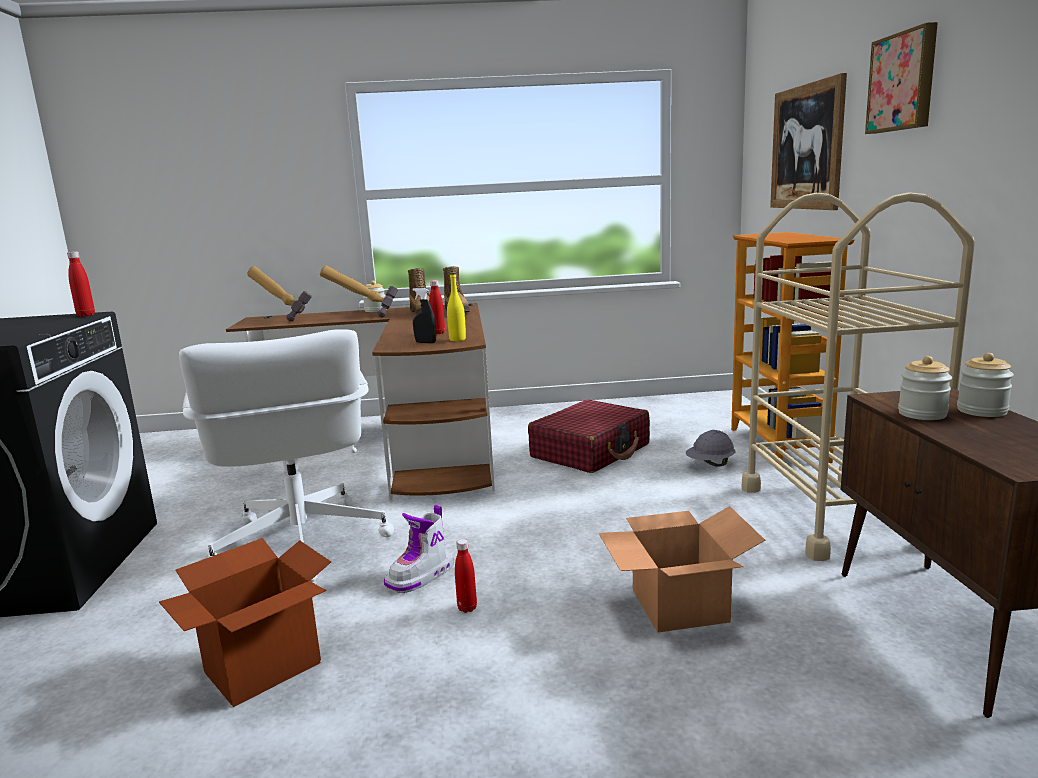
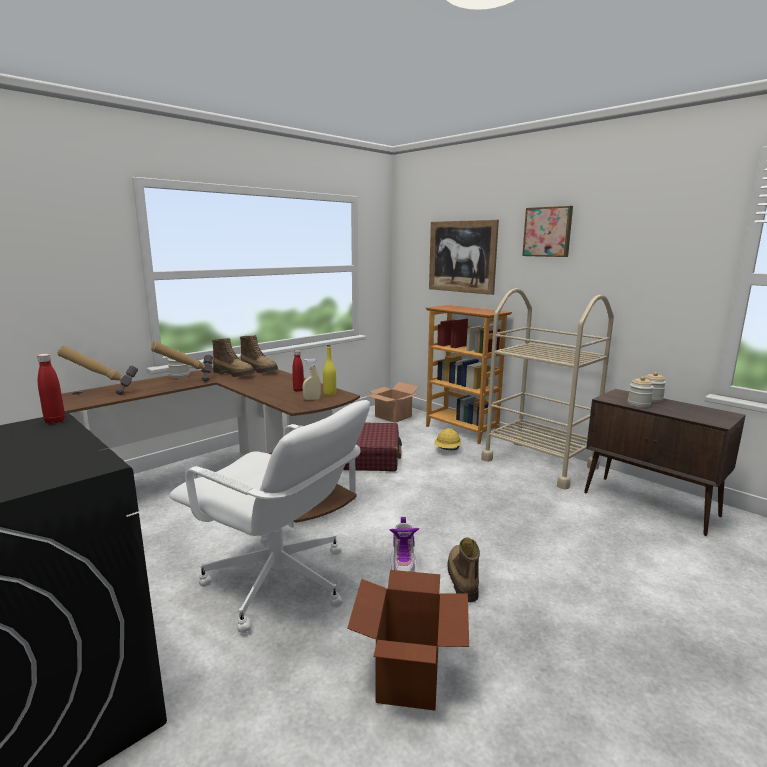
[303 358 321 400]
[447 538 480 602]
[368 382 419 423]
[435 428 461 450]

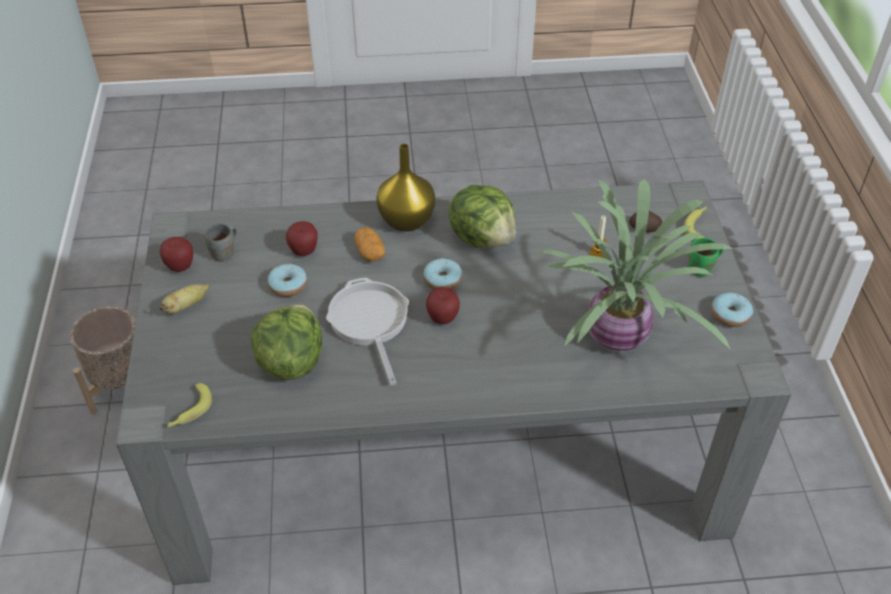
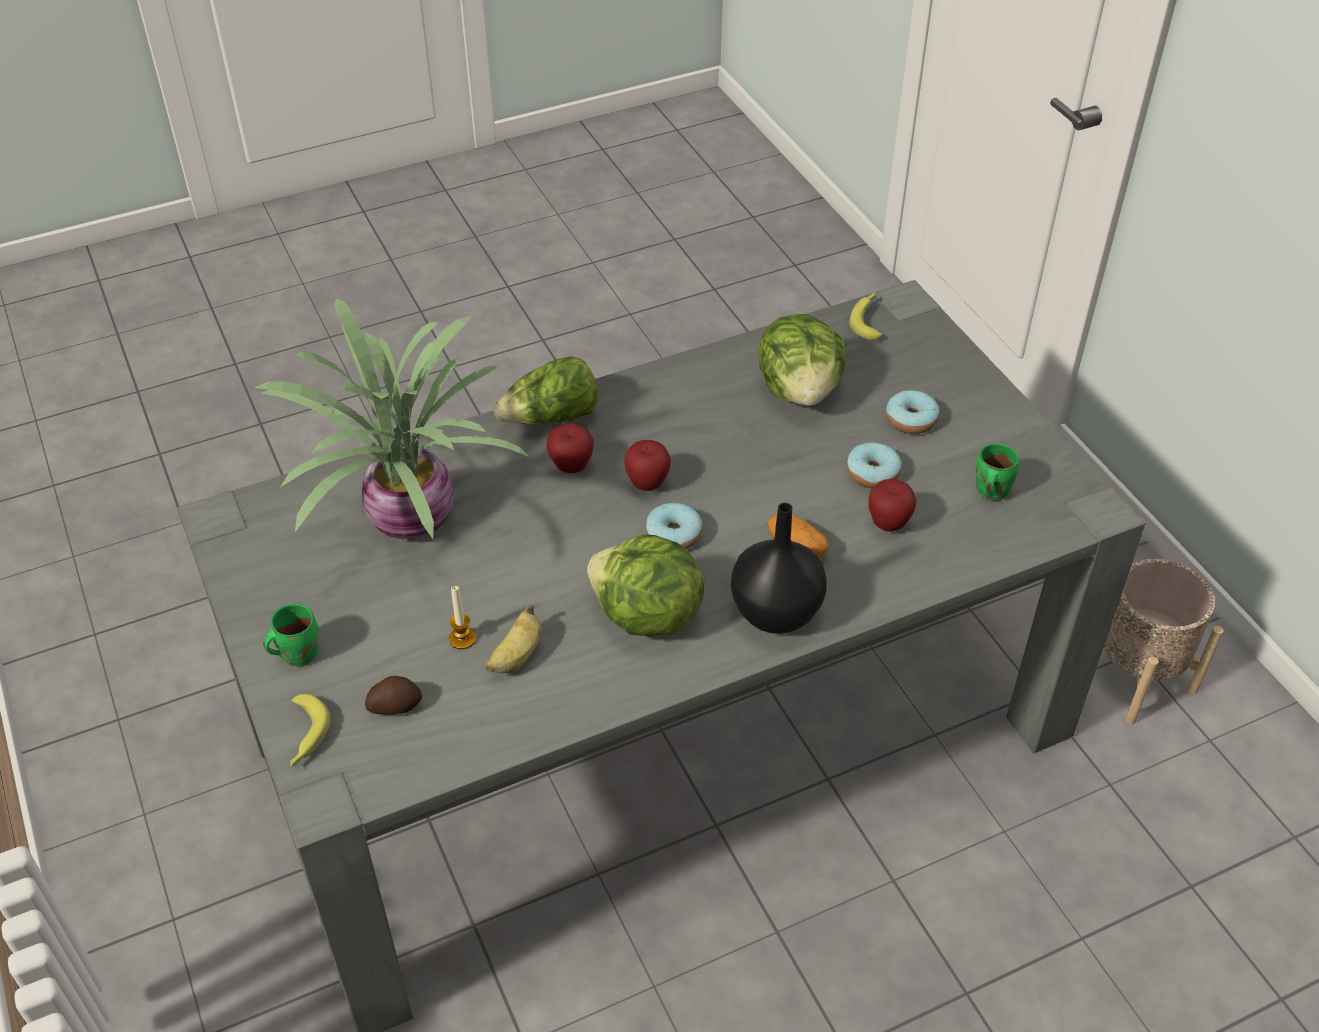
[546 423 594 473]
[485 604 541 673]
[976 443 1019 501]
[326 277 409 385] (first image)
[731 503 827 634]
[886 390 939 434]
[493 356 598 425]

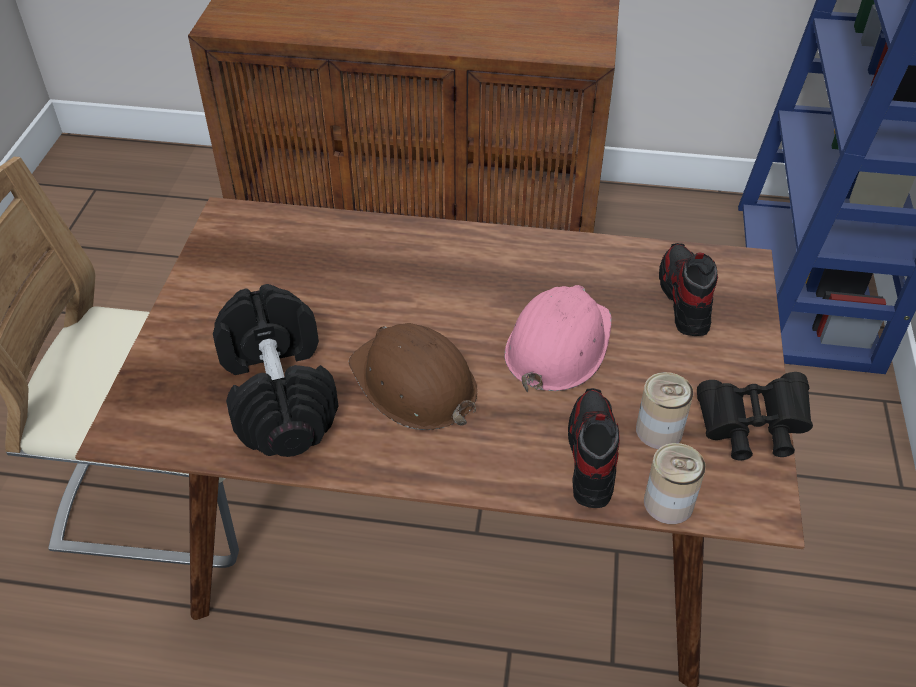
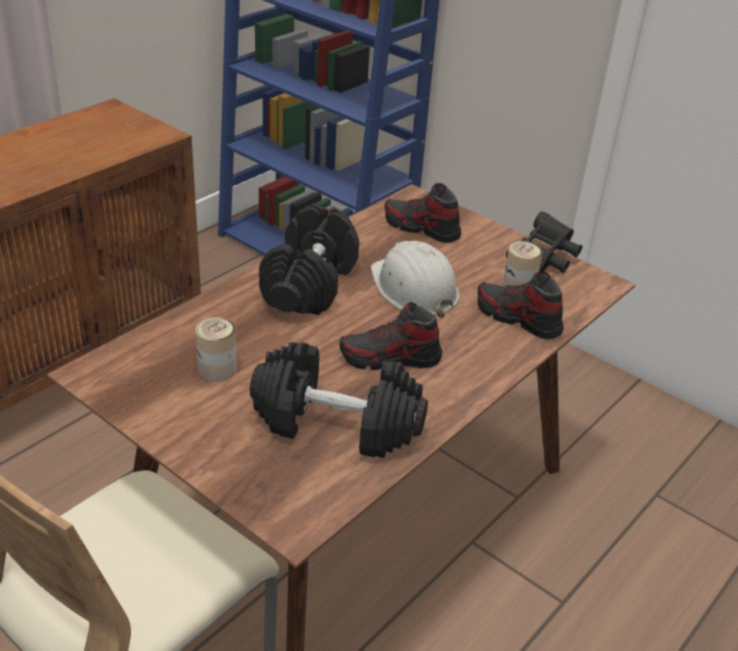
[339 302 442 370]
[371 241 460 318]
[196 317 237 382]
[259 204 359 315]

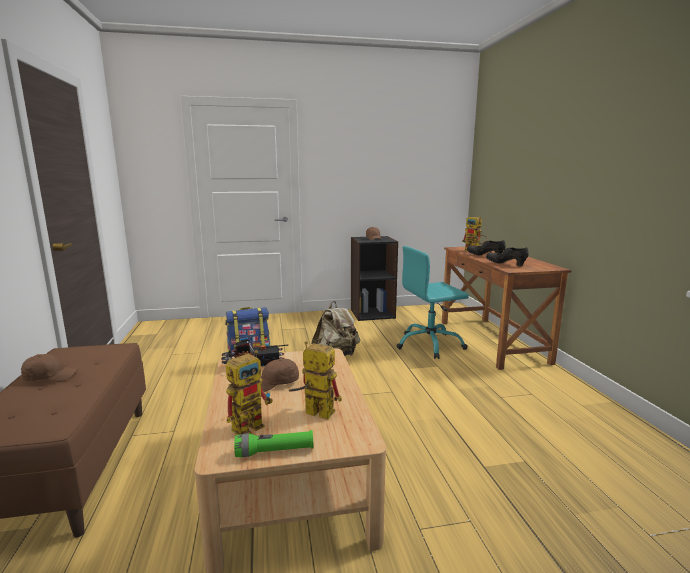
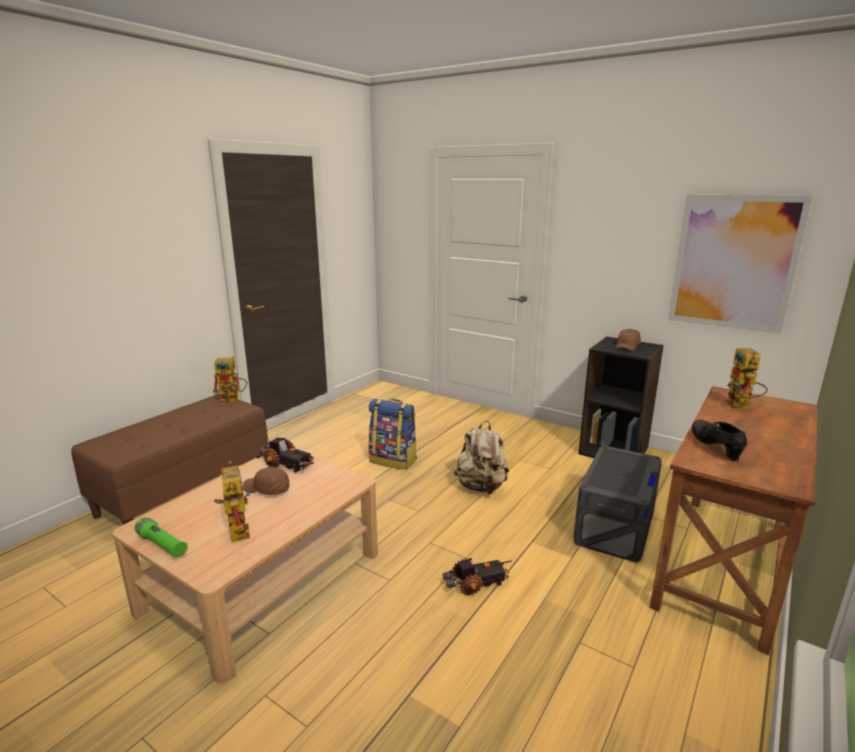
[21 354 78 382] (first image)
[213 357 247 404]
[574 445 662 563]
[467 240 506 255] (first image)
[442 558 512 596]
[668 194 813 334]

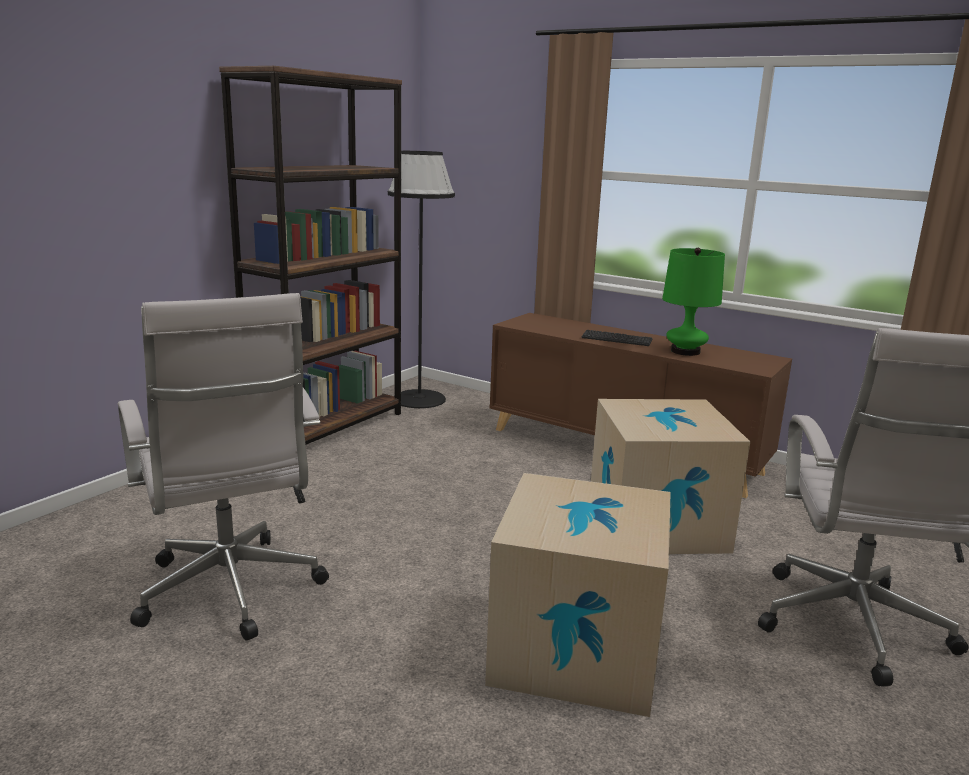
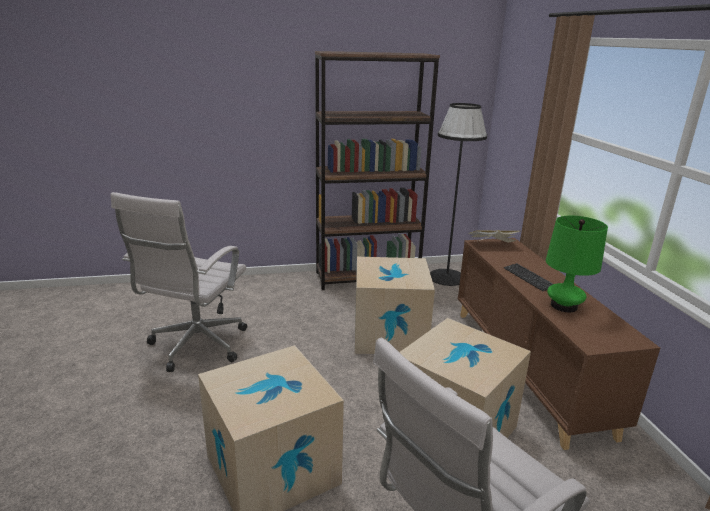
[355 257 435 354]
[468 230 520 243]

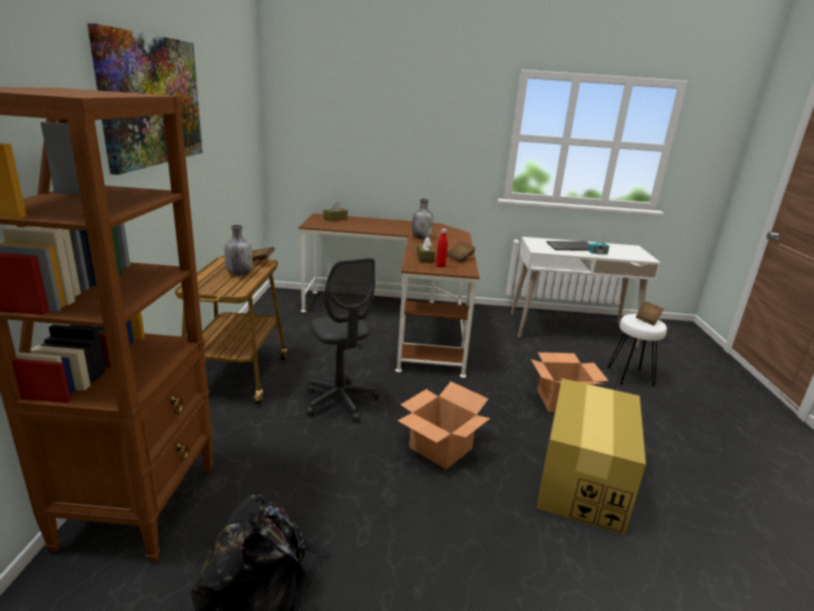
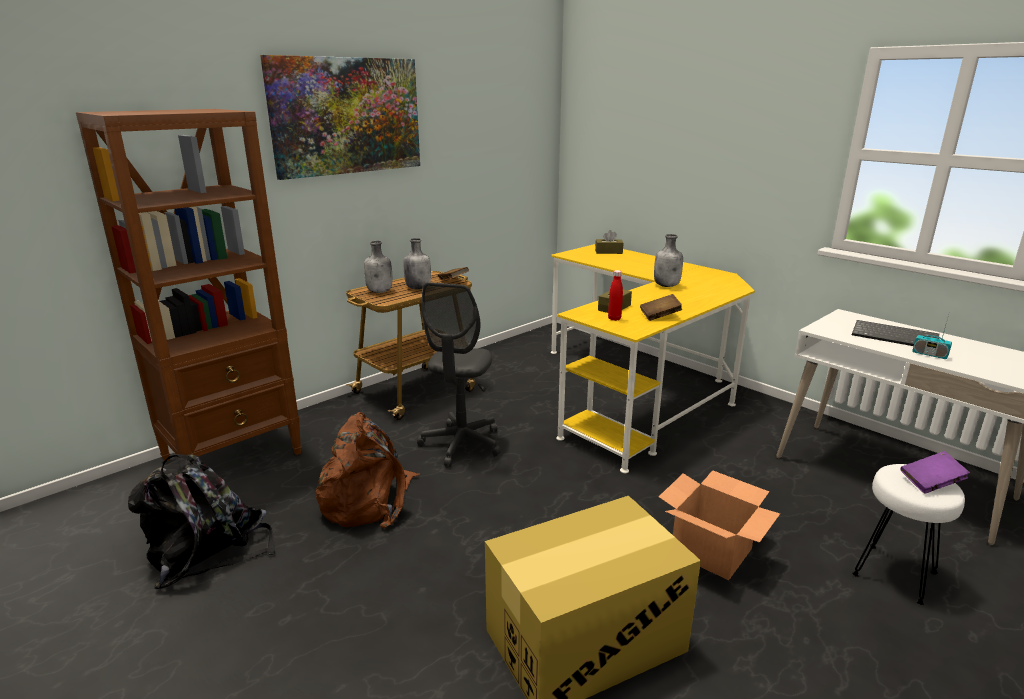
[551 244 755 473]
[398 382 490 469] (first image)
[901 451 970 494]
[316 412 420 529]
[364 241 392 293]

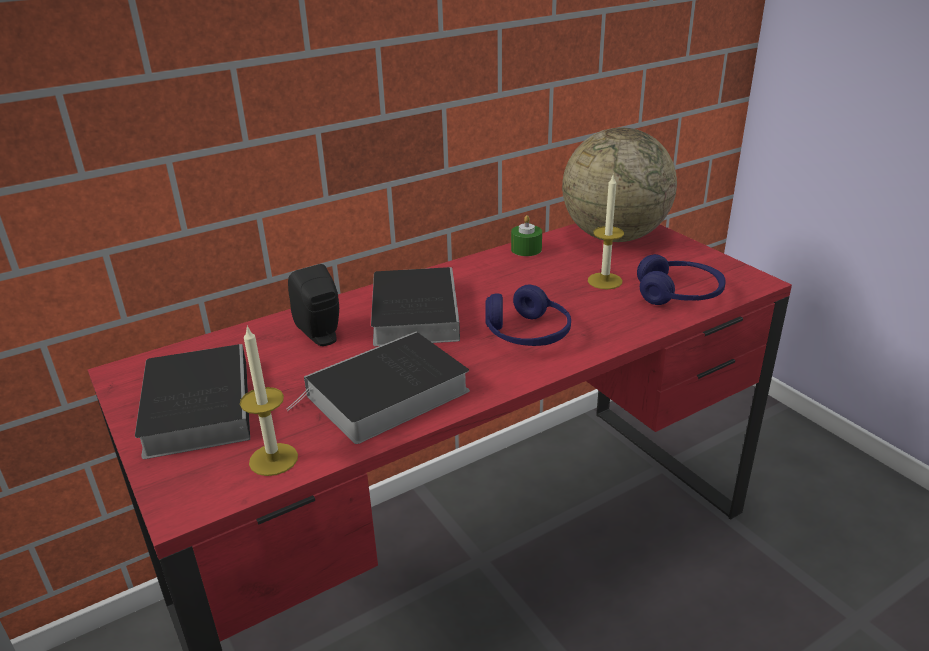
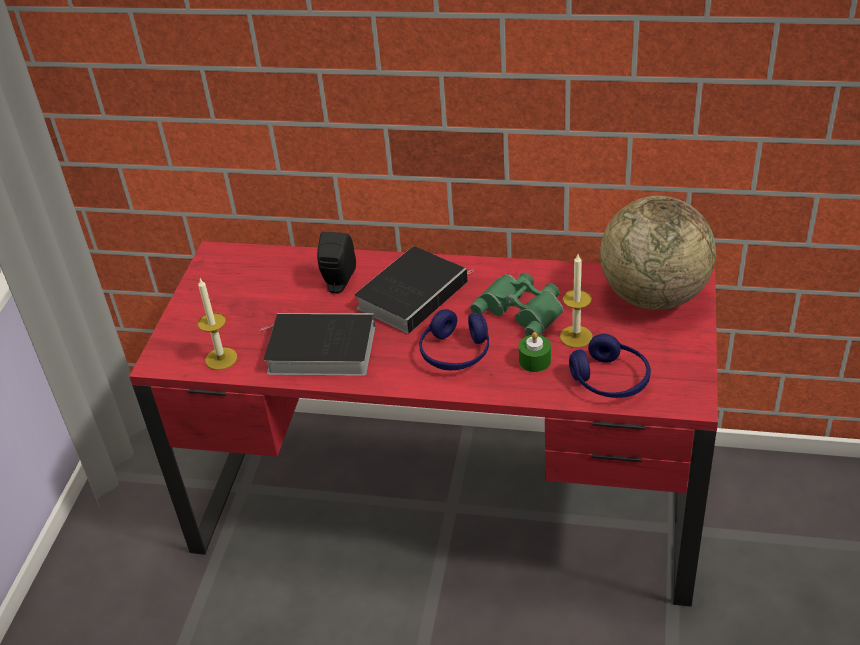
[135 344 250 459] (first image)
[519 332 551 372]
[470 273 563 336]

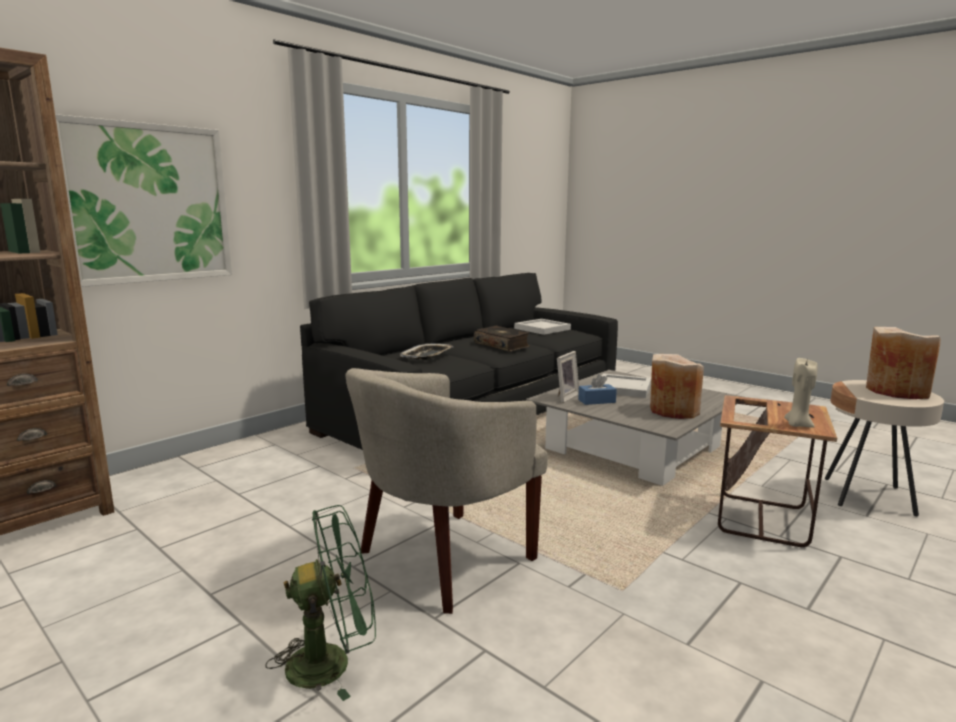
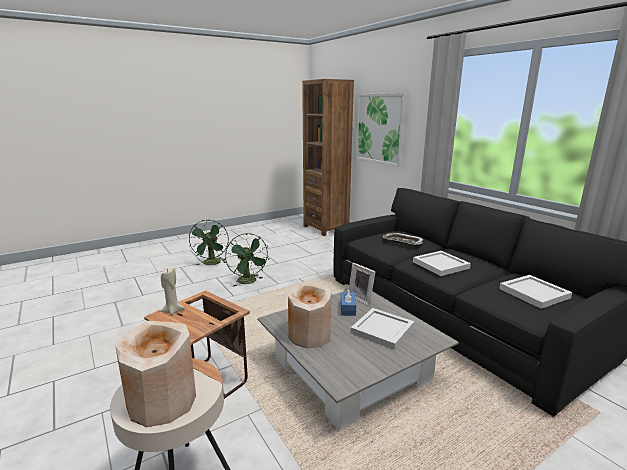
[225 233 268 287]
[413 251 471 276]

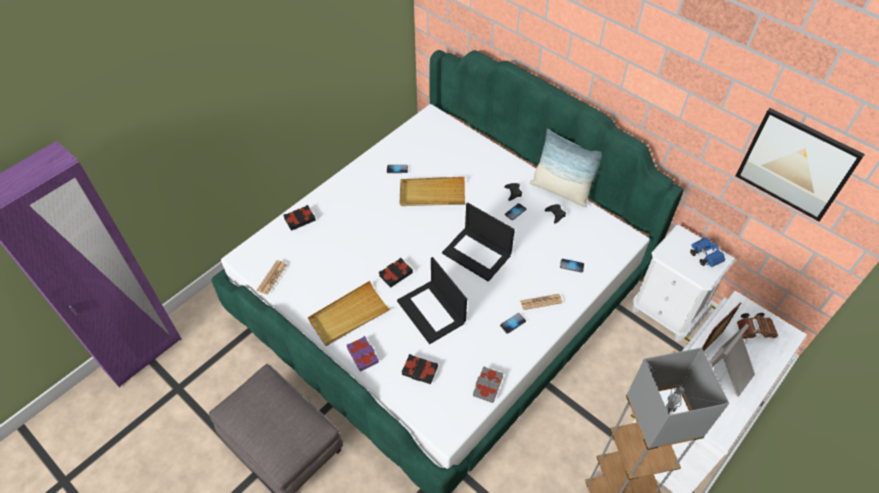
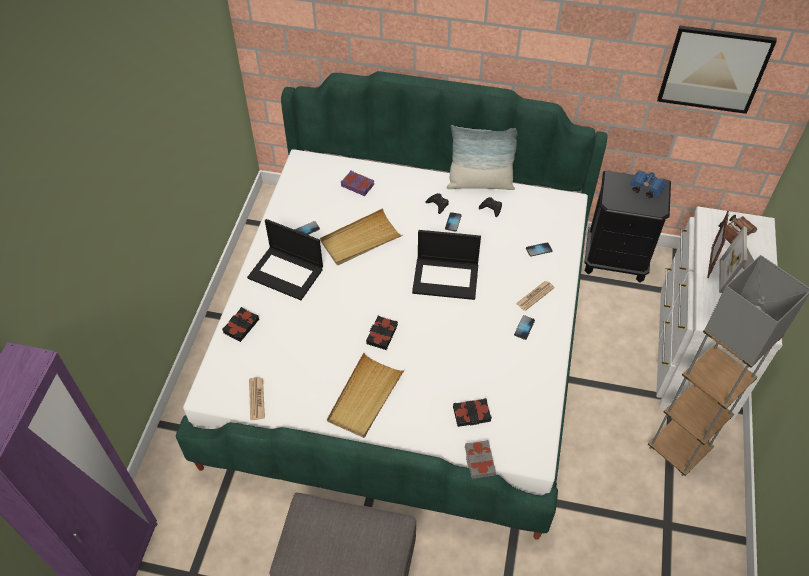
[341 170 374 196]
[247 219 323 300]
[465 440 496 479]
[584 170 671 283]

